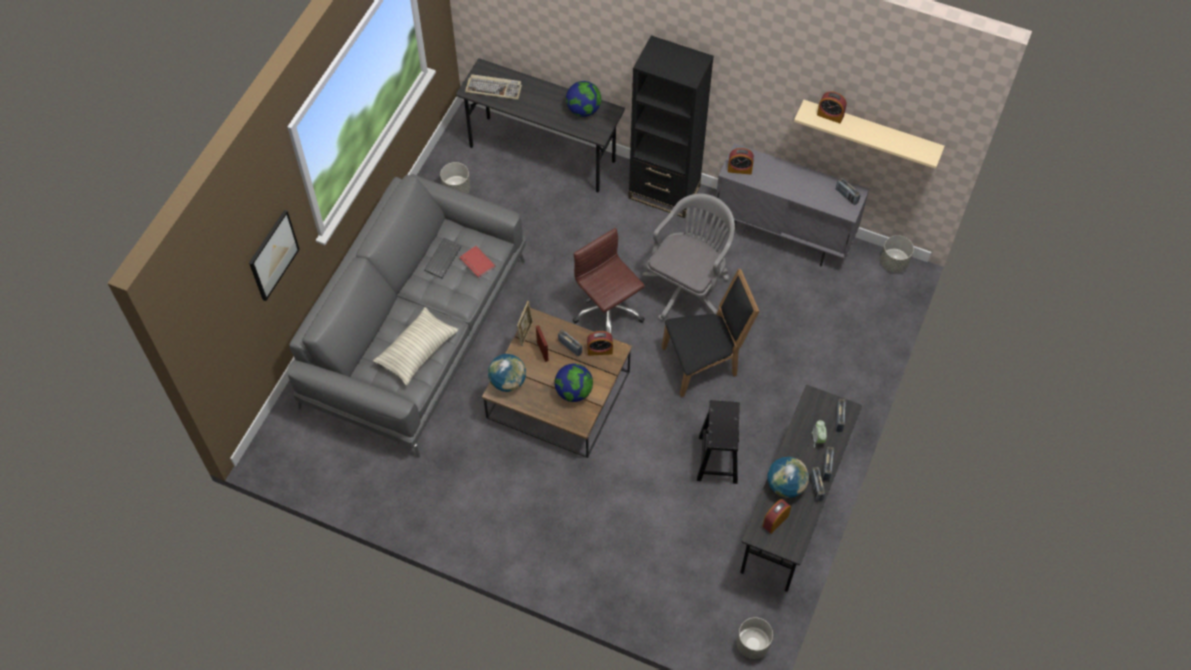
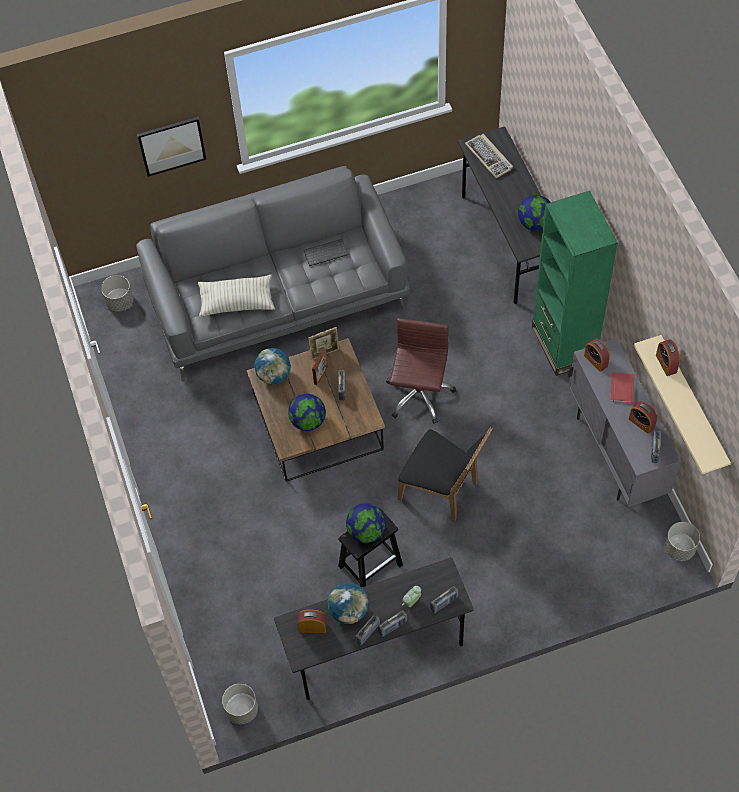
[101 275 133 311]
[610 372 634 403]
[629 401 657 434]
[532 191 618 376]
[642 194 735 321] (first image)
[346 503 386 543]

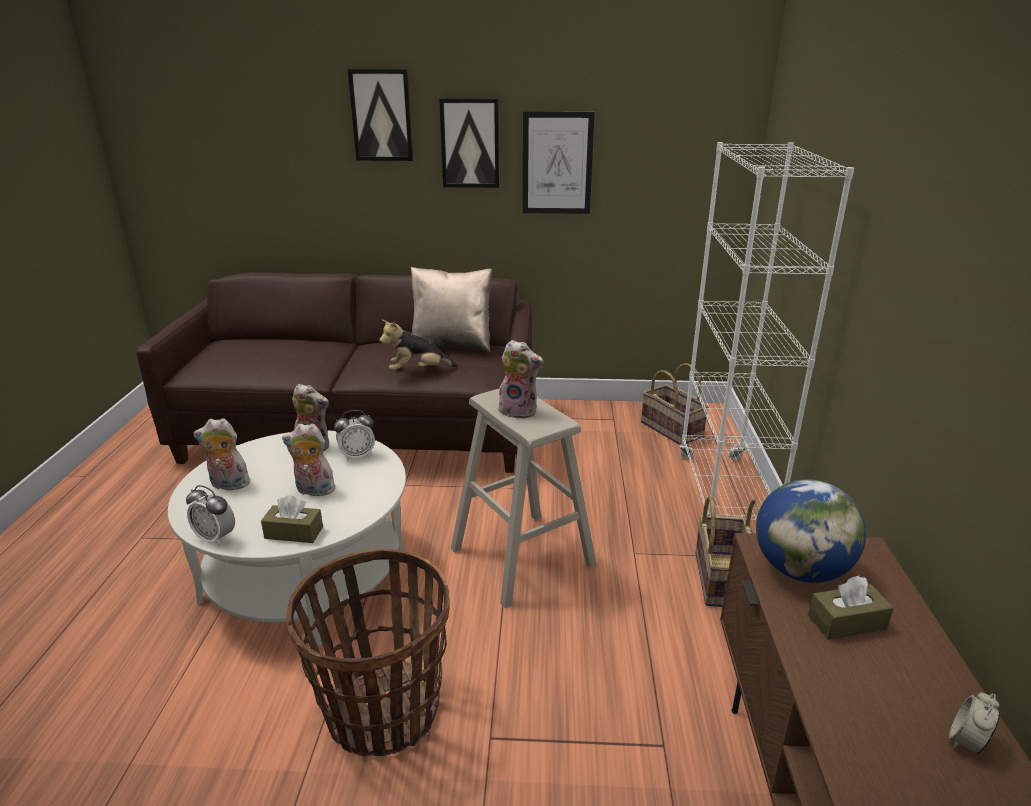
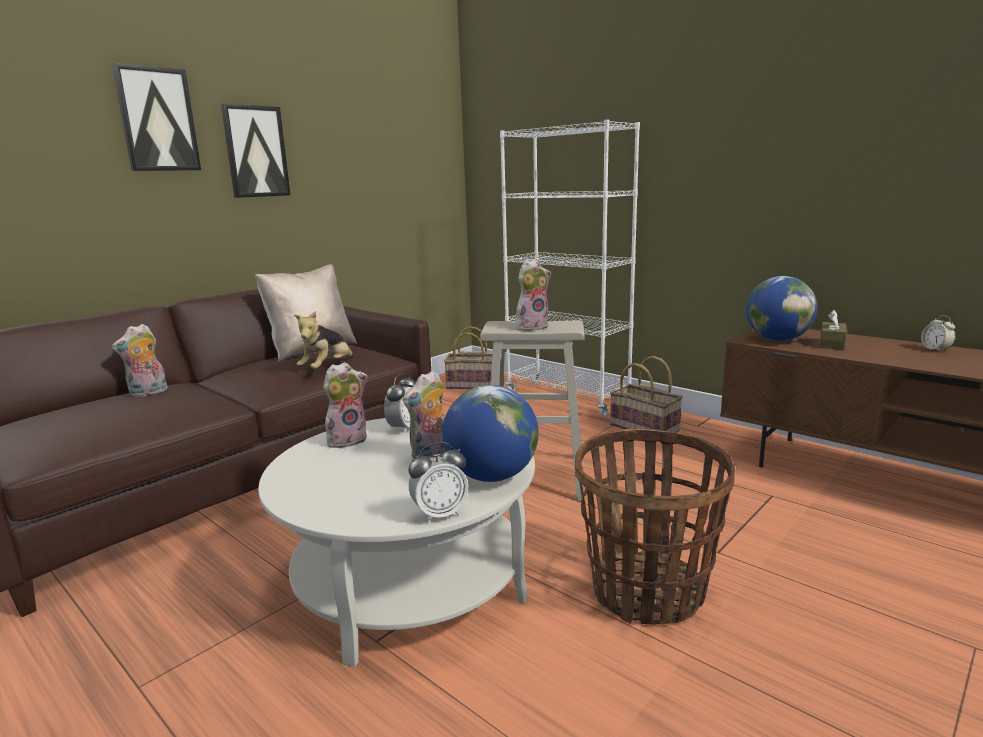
[112 324 167 397]
[442 385 539 482]
[523 112 595 214] (first image)

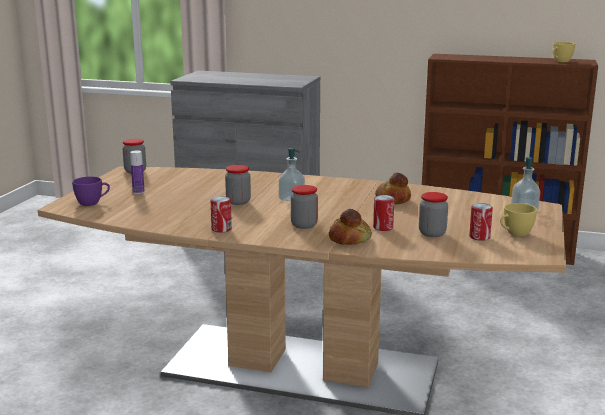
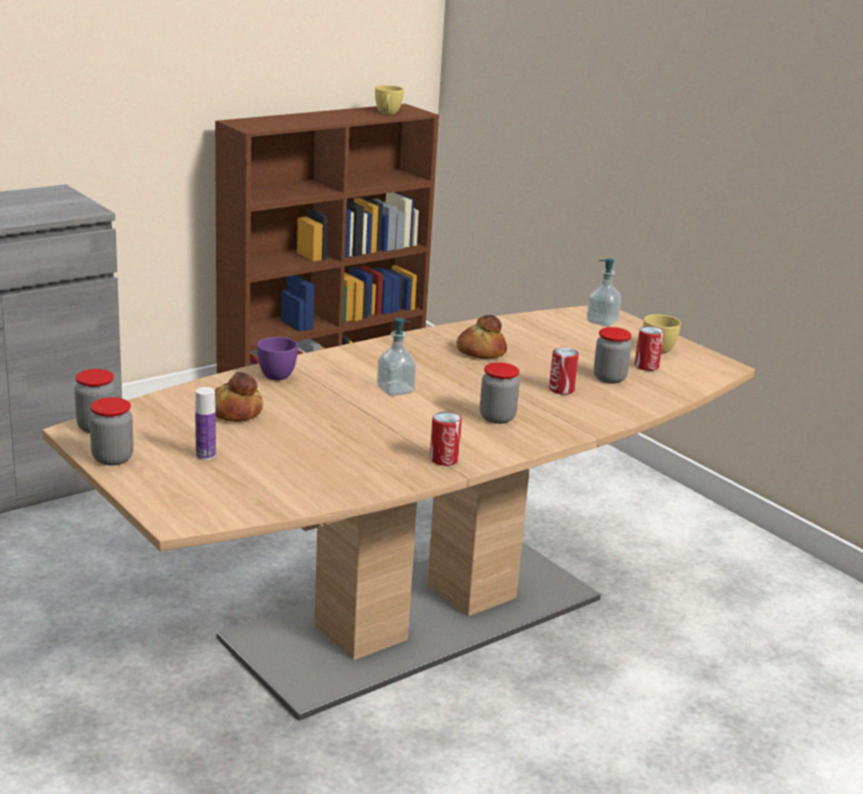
[257 337 298 380]
[89 397 134 465]
[215 372 263 422]

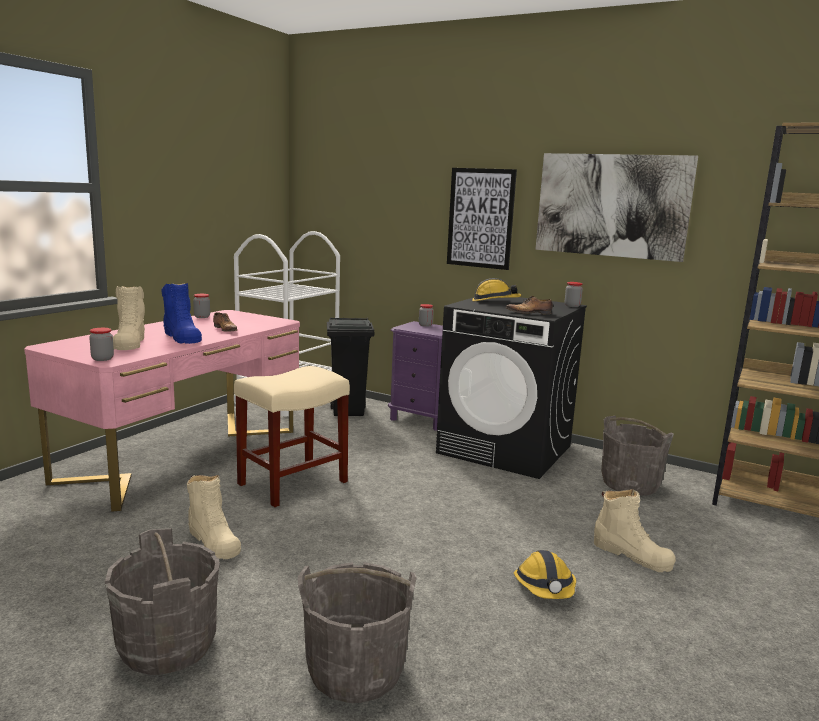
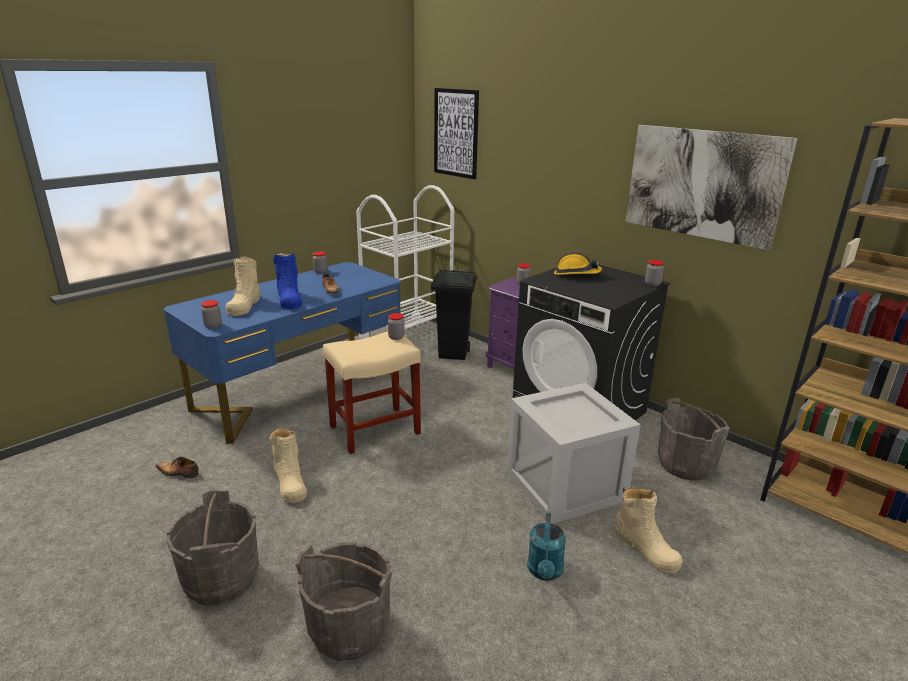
[163 262 401 444]
[434 88 479 180]
[156 457 199 478]
[527 512 566 581]
[388 313 404 340]
[507 383 641 524]

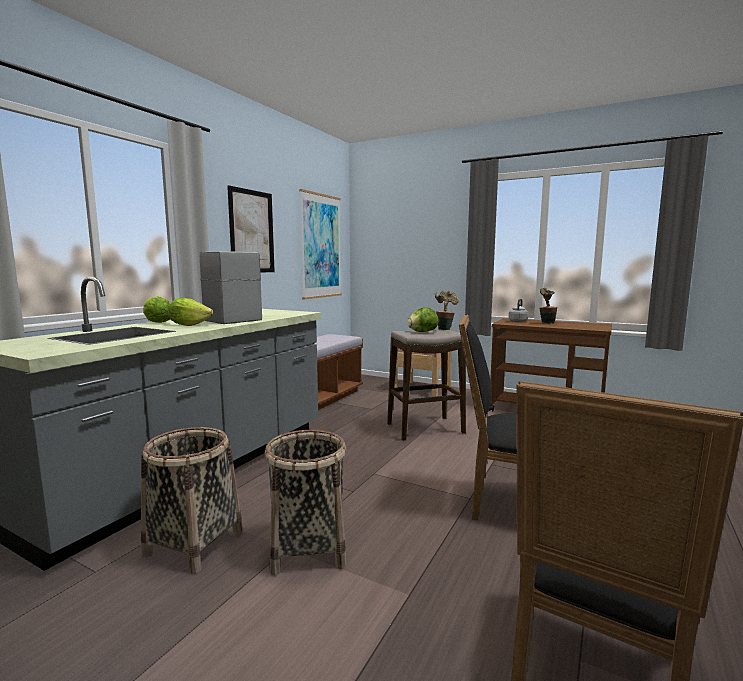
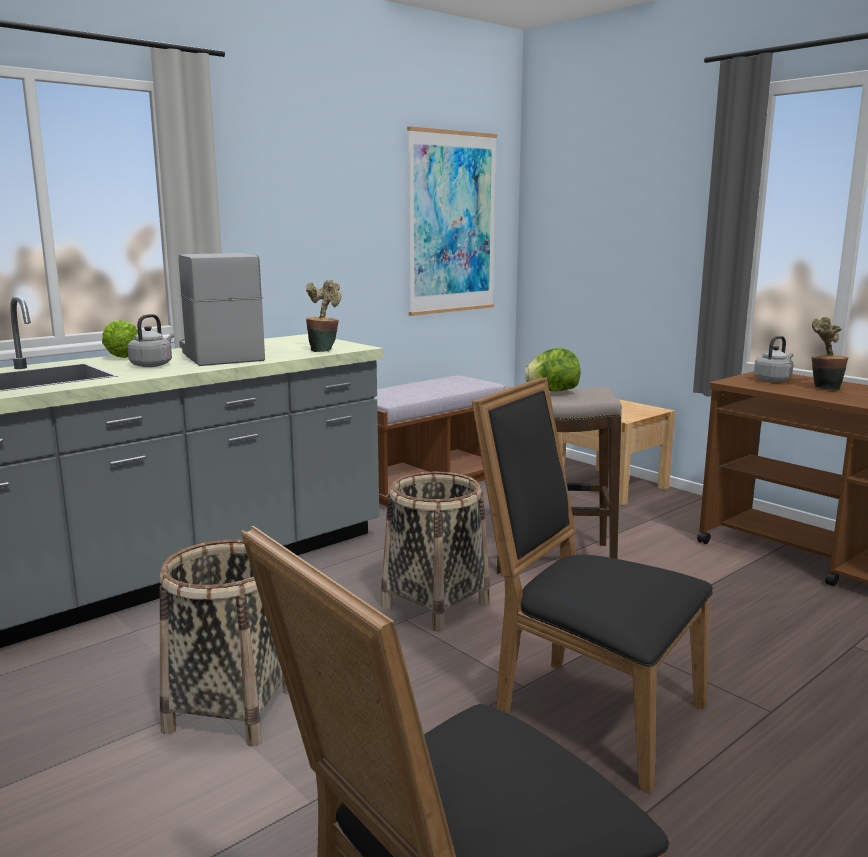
[381 472 490 632]
[128 314 174 367]
[227 185 275 273] (first image)
[306 280 341 352]

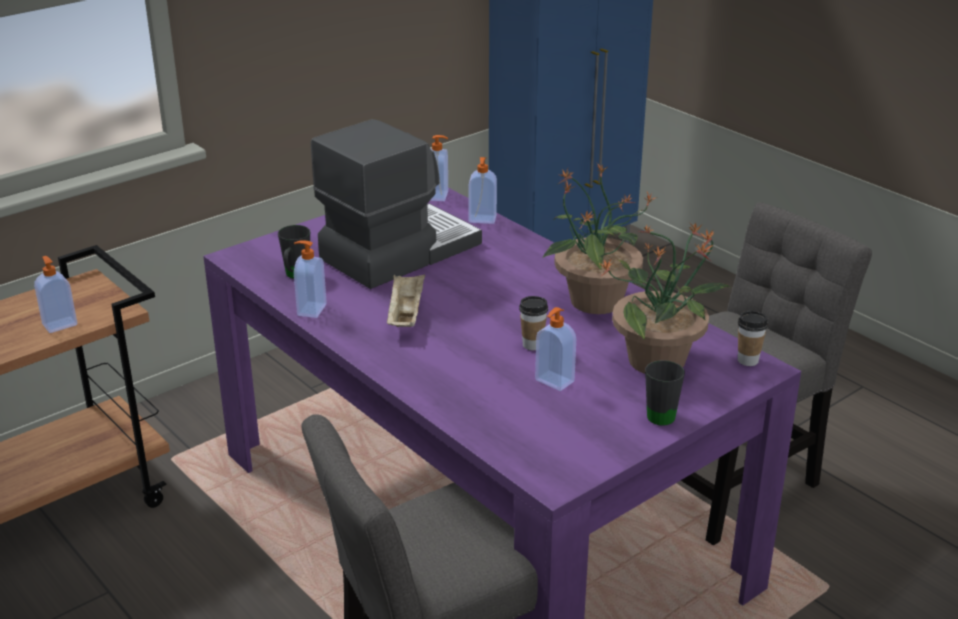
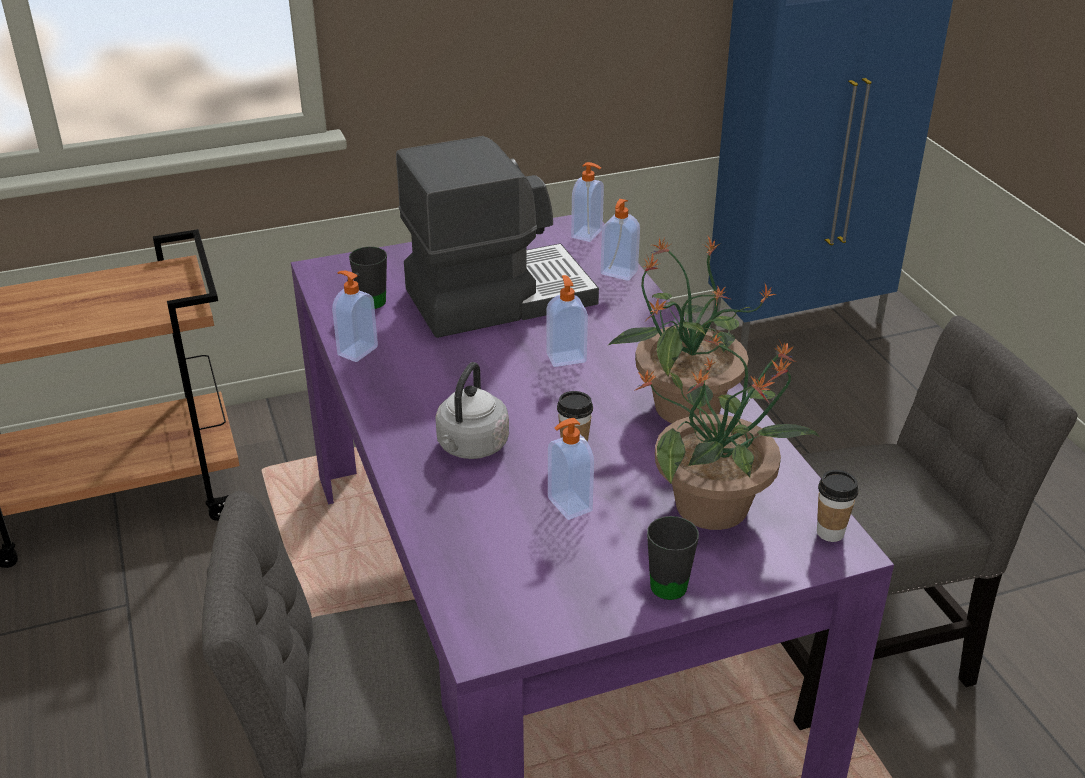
[546 275 588 367]
[387 275 425 327] (first image)
[435 362 509 459]

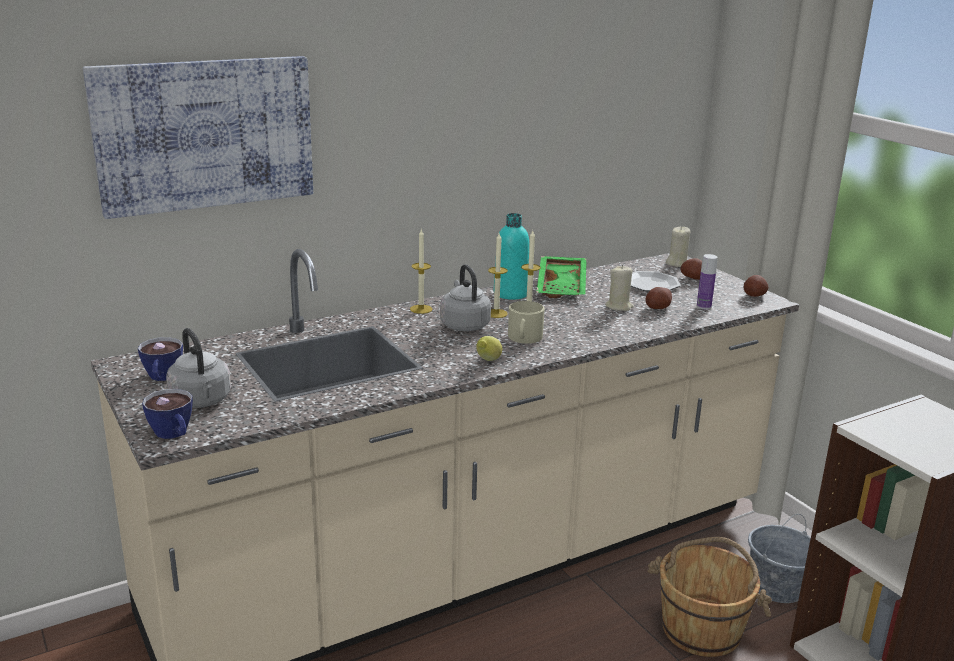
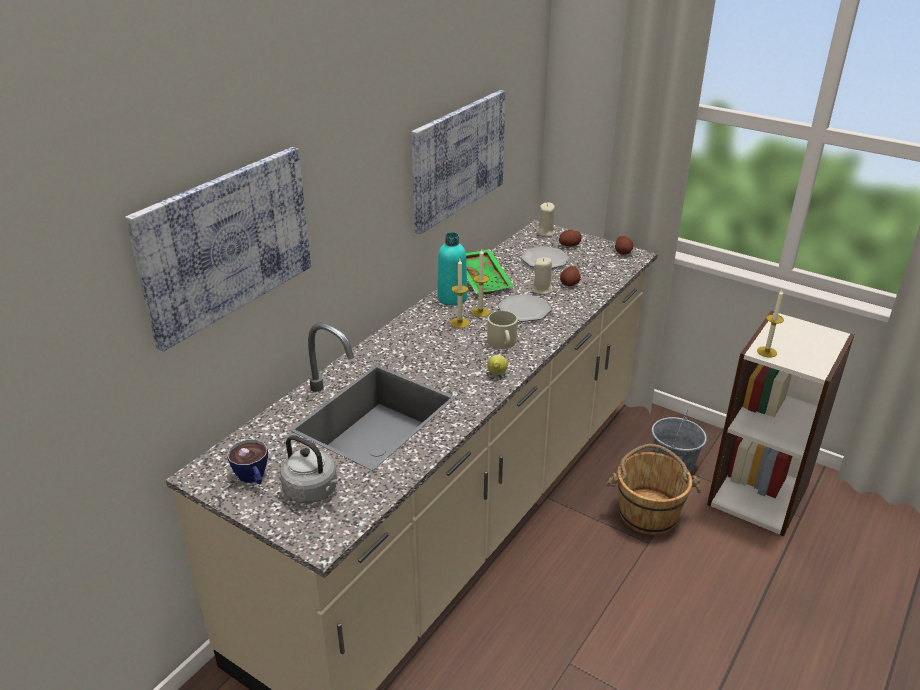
[142 389 193 439] (first image)
[757 290 784 357]
[440 264 491 331] (first image)
[697 254 718 309] (first image)
[411 90 506 234]
[498 294 551 322]

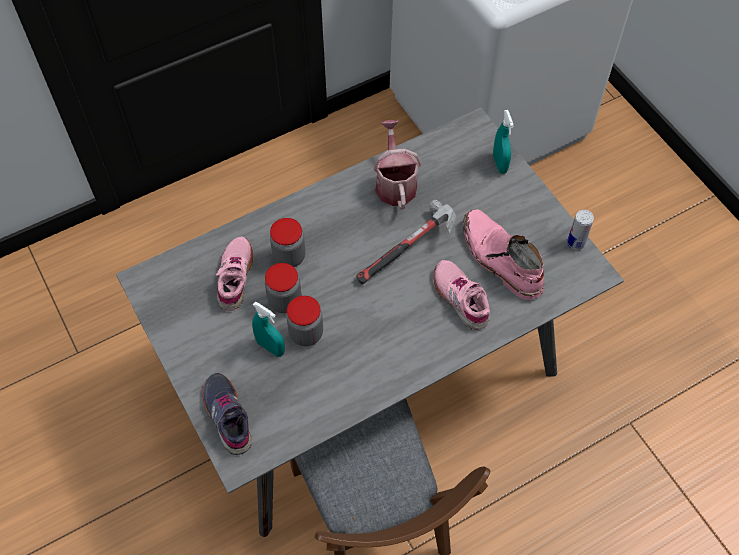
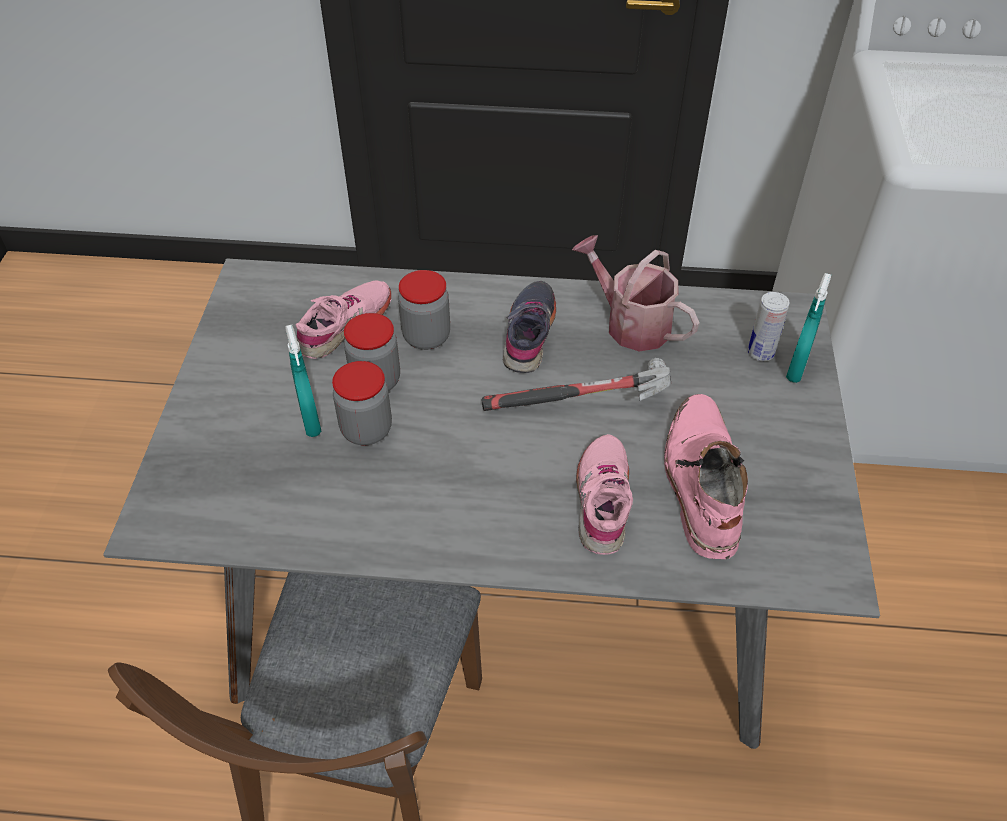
[503 281 556 373]
[572 235 699 351]
[748 292 790 361]

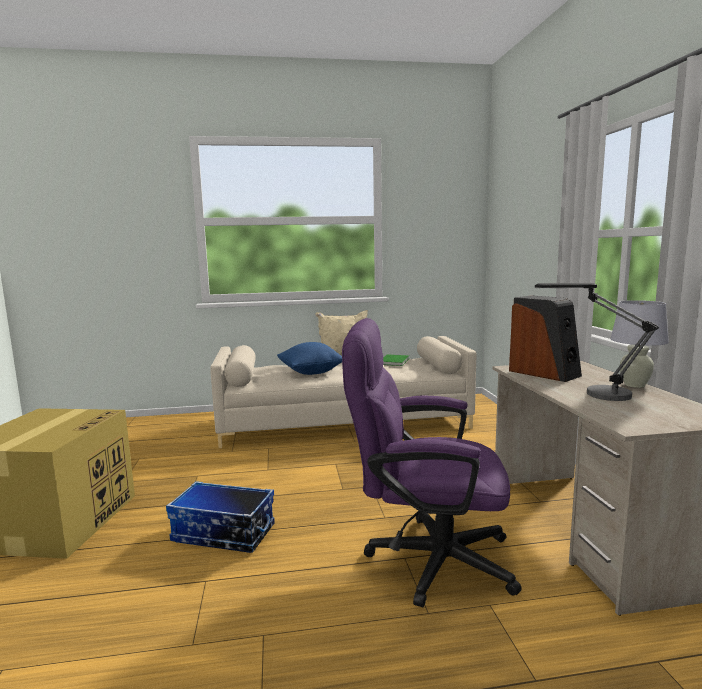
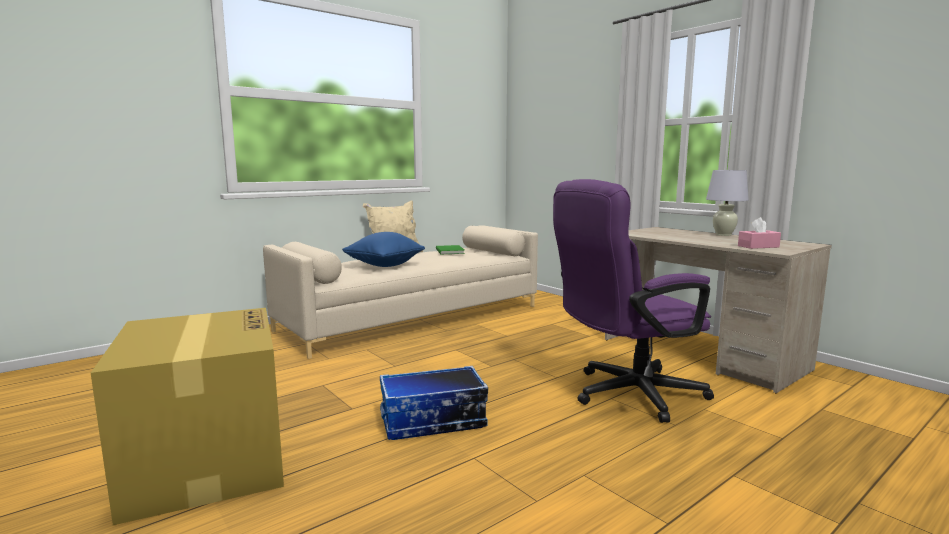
[509 295 582 382] (first image)
[535 283 659 401] (first image)
[738 217 781 249]

